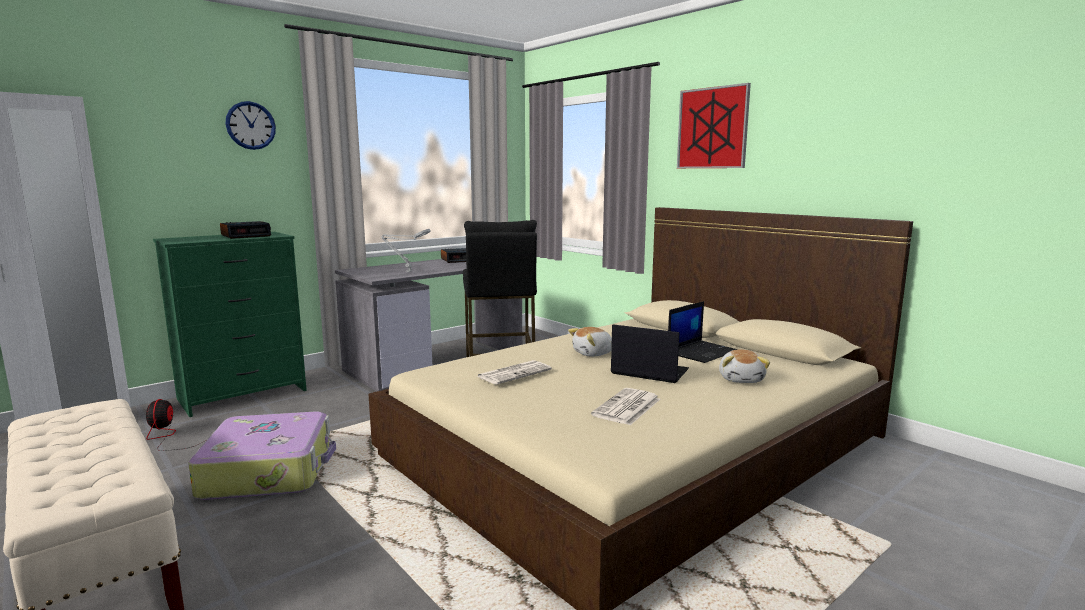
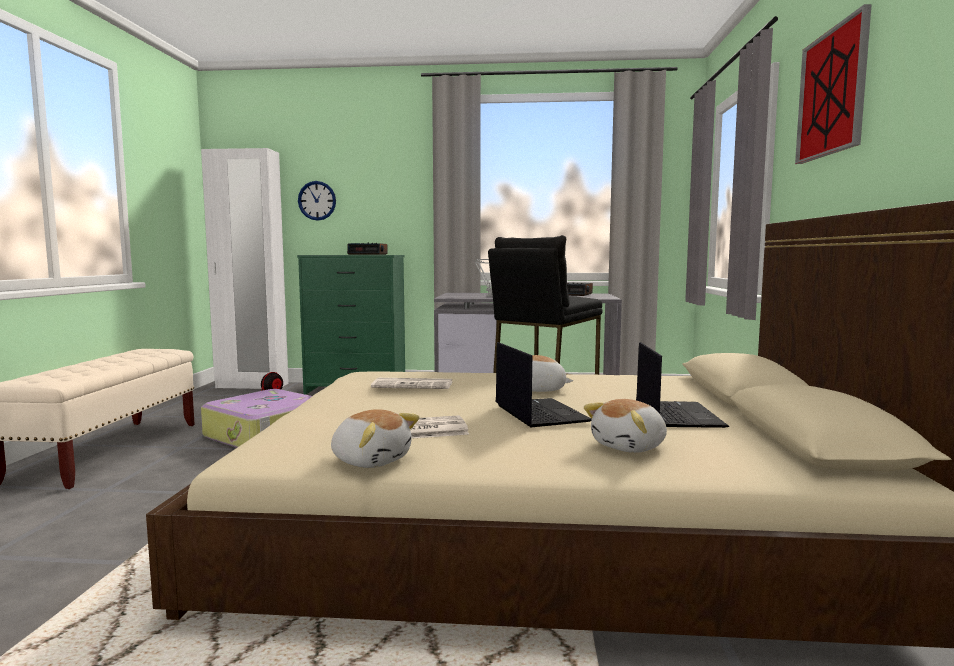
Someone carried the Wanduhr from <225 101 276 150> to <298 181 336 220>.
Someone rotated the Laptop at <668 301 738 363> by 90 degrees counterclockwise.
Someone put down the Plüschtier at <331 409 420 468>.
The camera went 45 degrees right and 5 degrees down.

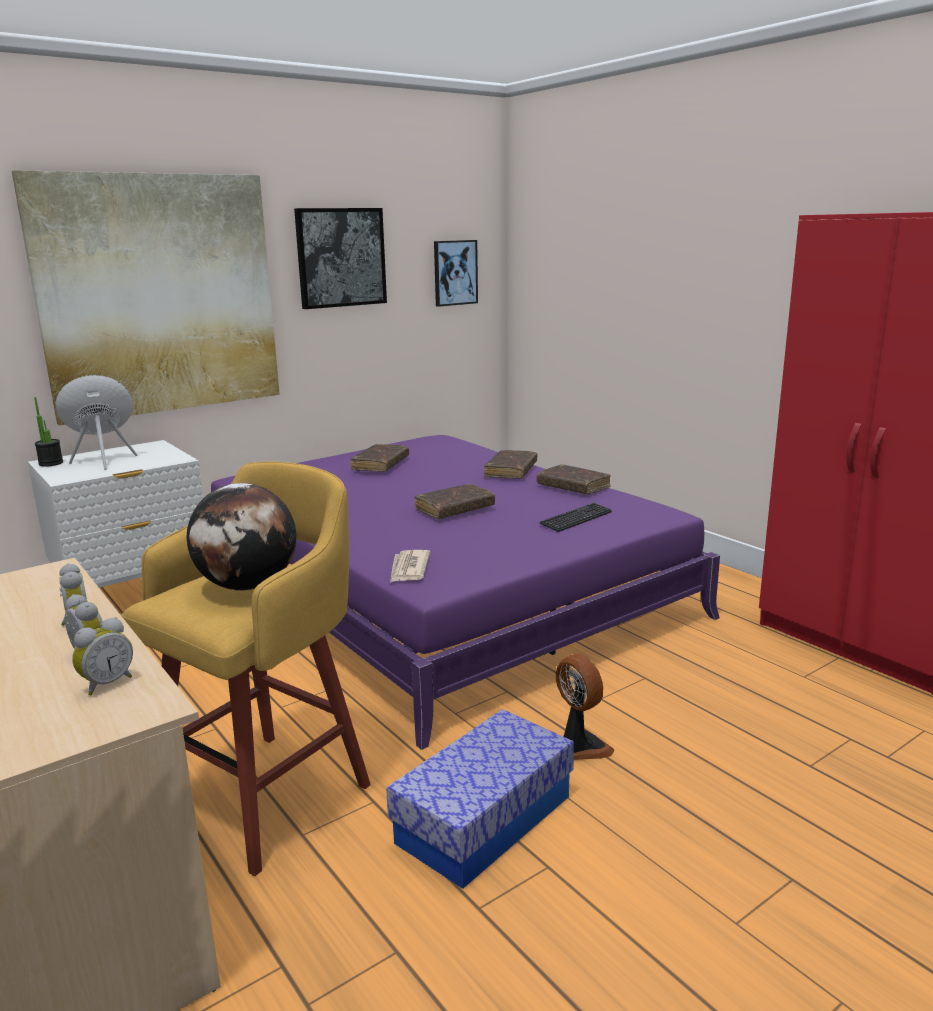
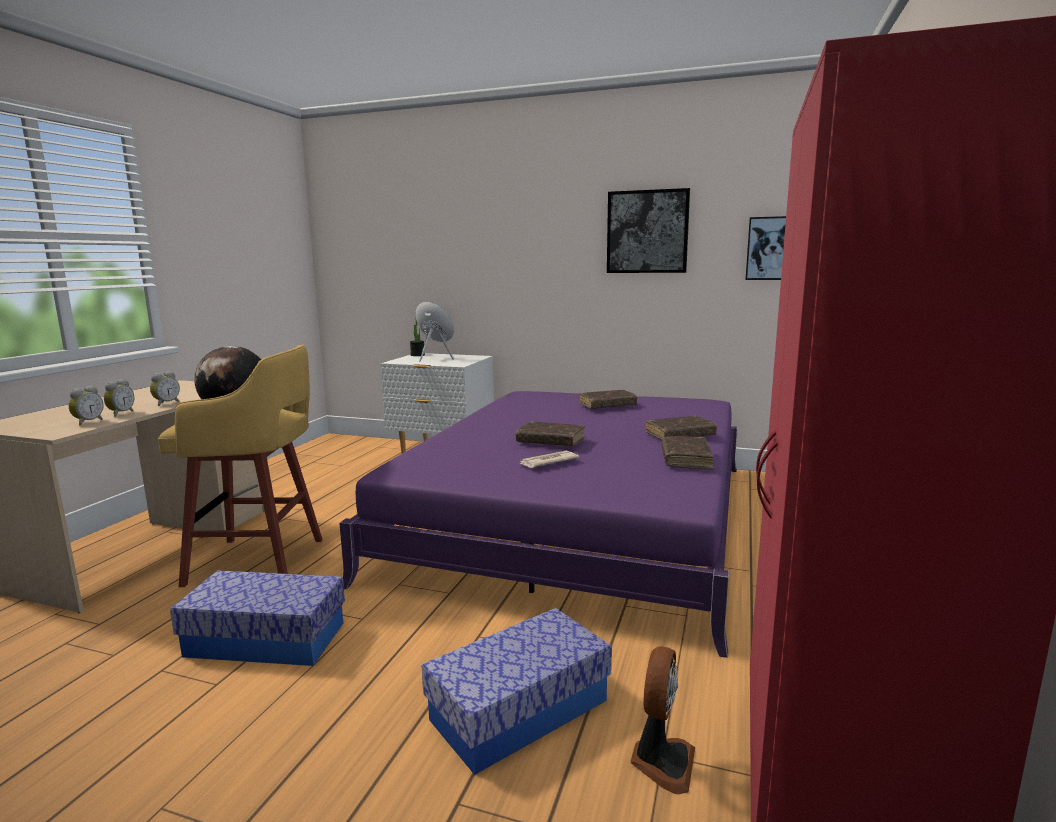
Someone took away the Bild at <12 170 280 425>.
Someone took away the Tastatur at <539 502 612 532>.
Someone carried the Zeitung from <390 550 430 583> to <519 451 579 468>.
Someone rotated the Wecker at <72 617 133 695> by 75 degrees counterclockwise.
Someone carried the Ventilator from <556 654 614 760> to <630 646 695 794>.
Someone put down the Aufbewahrungsbox at <422 608 612 775>.
The camera went 55 degrees right and 5 degrees down.

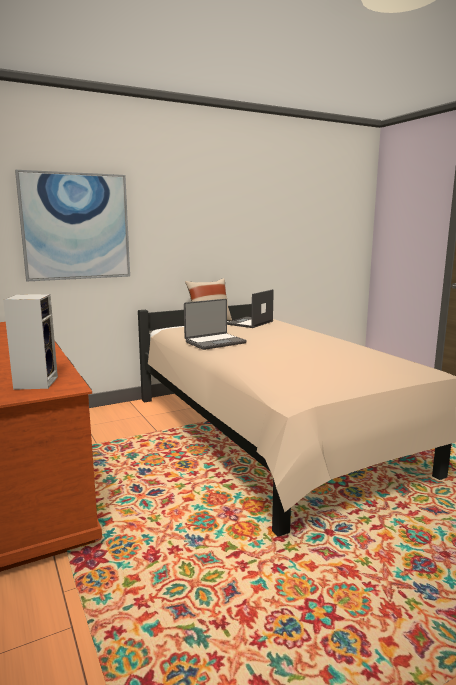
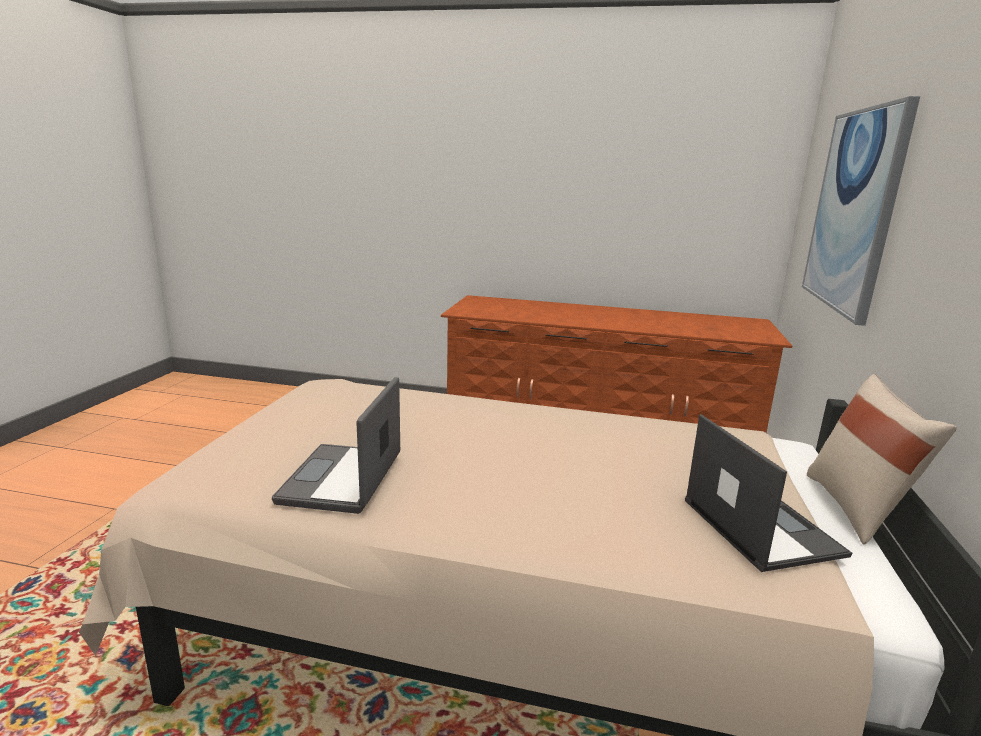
Someone took away the Lautsprecher at <3 294 58 390>.
Someone carried the Laptop from <184 299 247 350> to <272 377 400 514>.
The camera went 130 degrees right and 5 degrees up.

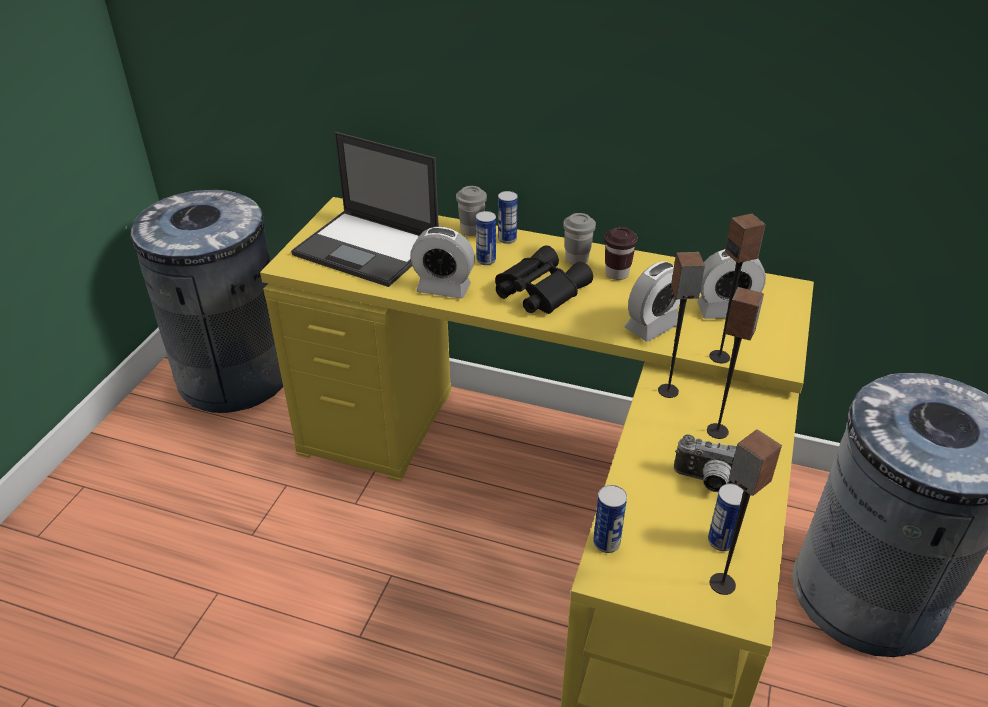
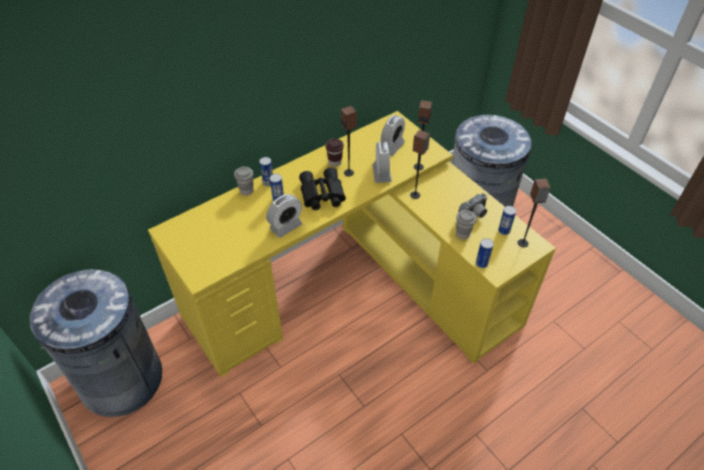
Someone took away the Laptop at <291 132 439 287>.
Someone carried the Tasse (grau) from <563 213 596 265> to <456 210 477 239>.
Someone carried the Lautsprecher from <707 287 764 439> to <341 106 357 177>.
The camera went 55 degrees left and 10 degrees up.

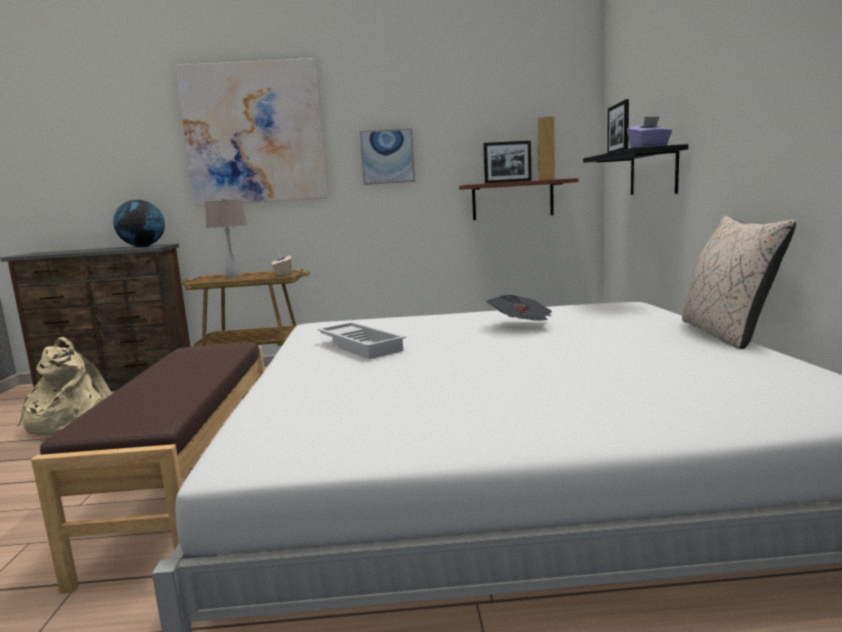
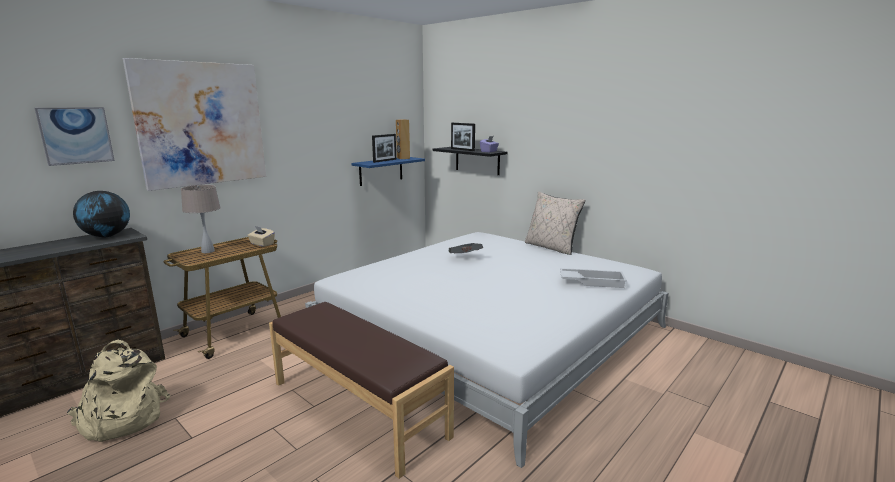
Someone carried the Bild from <360 128 415 185> to <34 107 115 166>.
Someone repainted the Wandregal (braun) at <459 178 579 220>, which became the Wandregal (blau) at <351 157 425 186>.
Someone carried the Tablett (weiß) from <317 322 406 359> to <560 268 627 288>.
The camera went 45 degrees left and 5 degrees up.

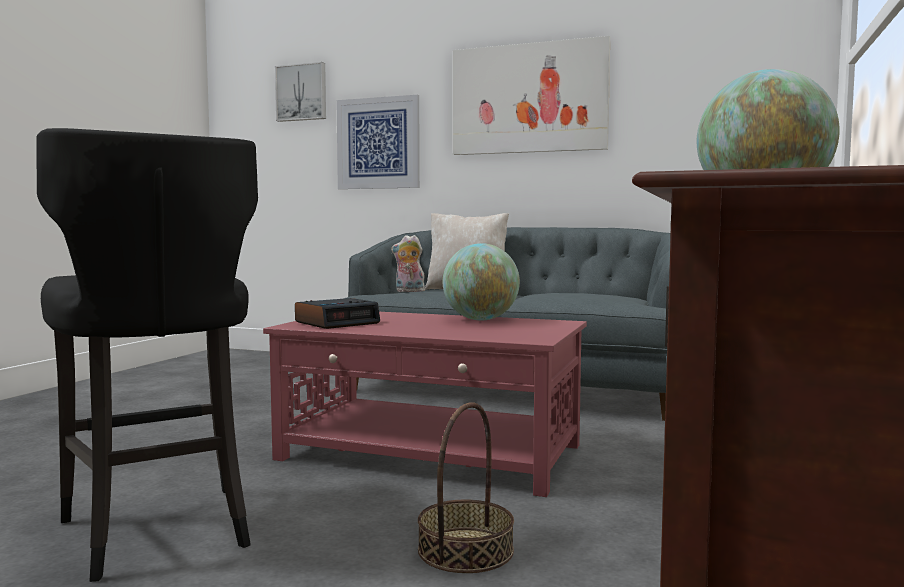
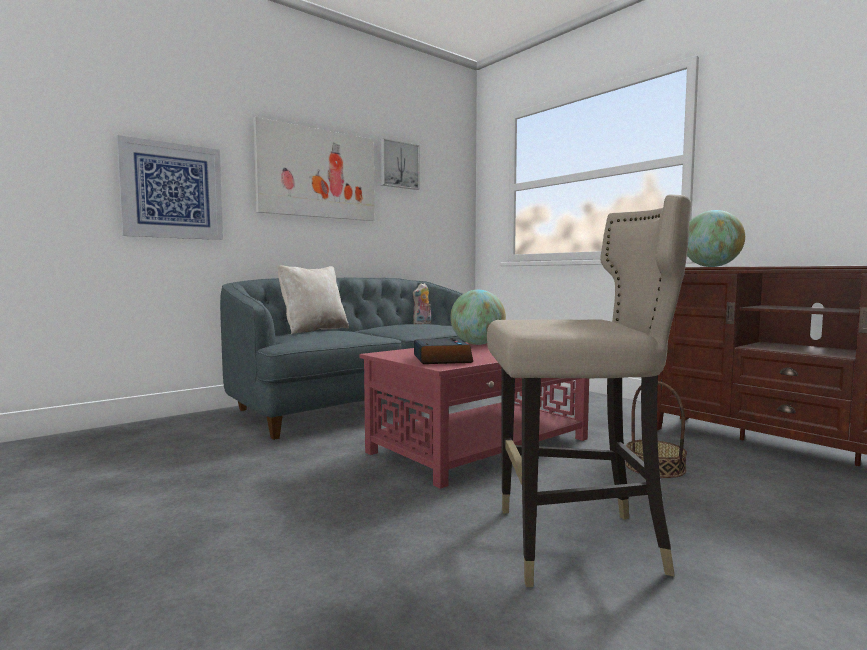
Someone carried the Bild from <275 62 326 122> to <380 138 420 190>.
Someone repainted the Hocker (schwarz) at <36 128 258 582>, which became the Hocker (beige) at <487 194 692 587>.
Someone carried the Plüschtier from <391 235 428 292> to <413 283 431 324>.
The camera went 60 degrees left and 0 degrees up.

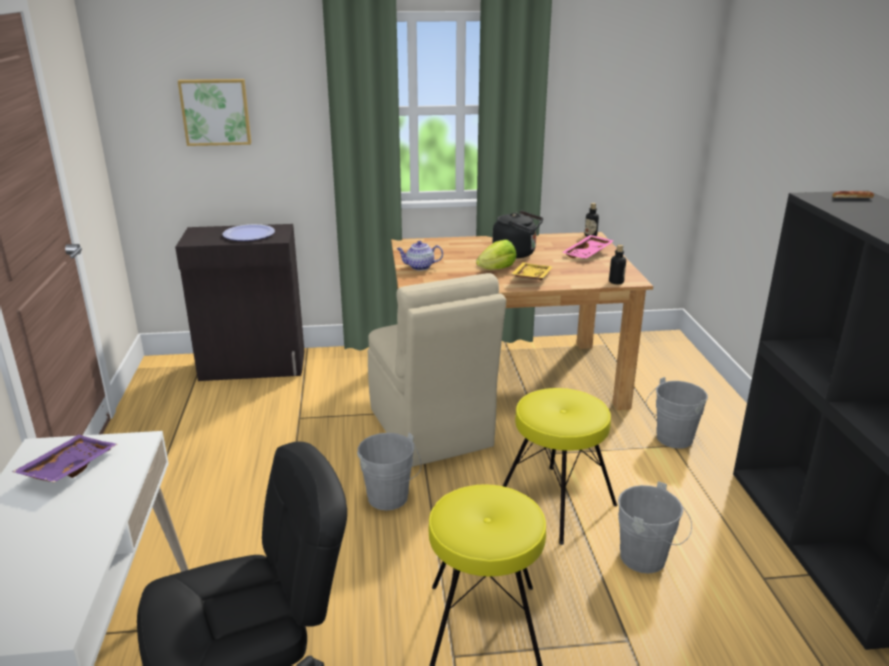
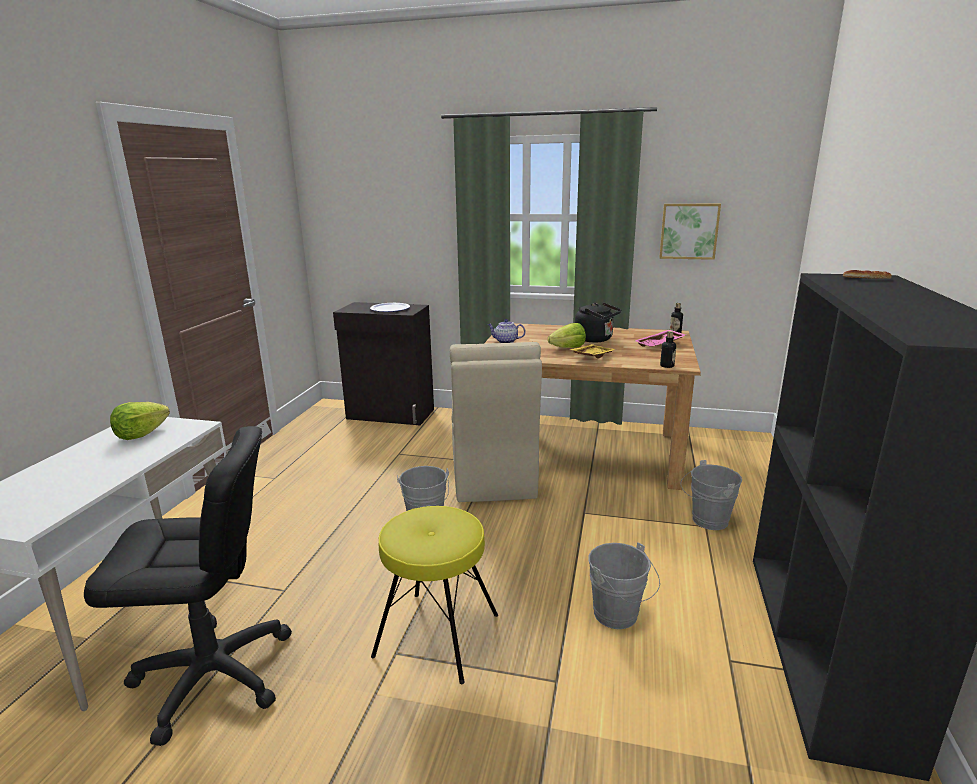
Someone carried the Bild from <178 79 251 146> to <659 204 721 260>.
Someone took away the Hocker (gelb) at <503 388 617 545>.
Someone swapped the Tablett (lila) at <12 435 118 482> for the Salatkopf at <110 402 170 440>.
The camera went 20 degrees right and 5 degrees down.

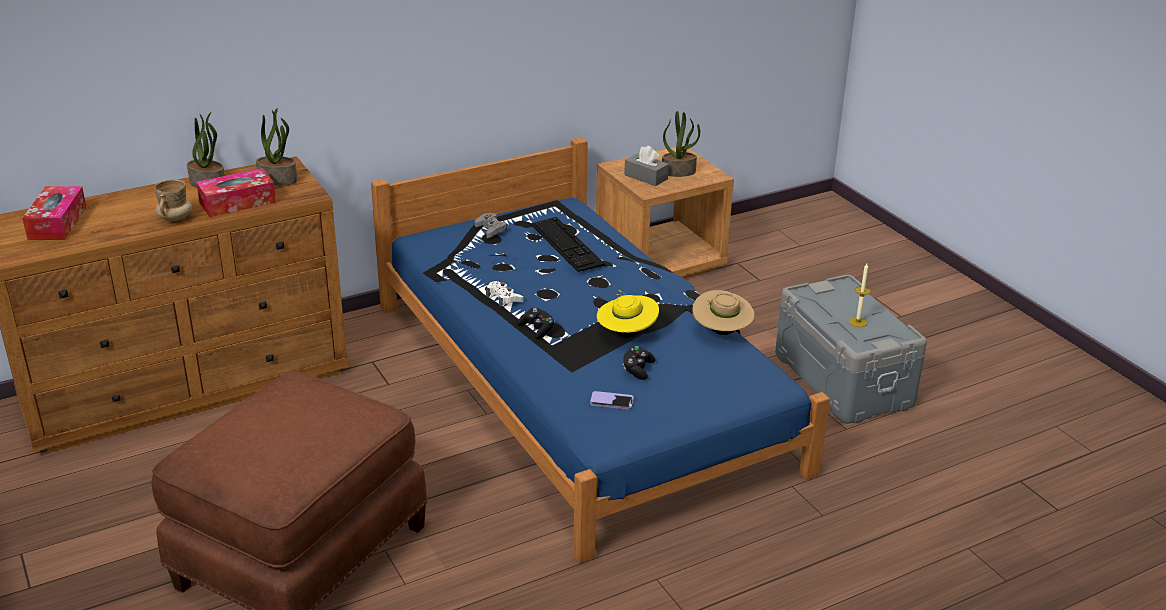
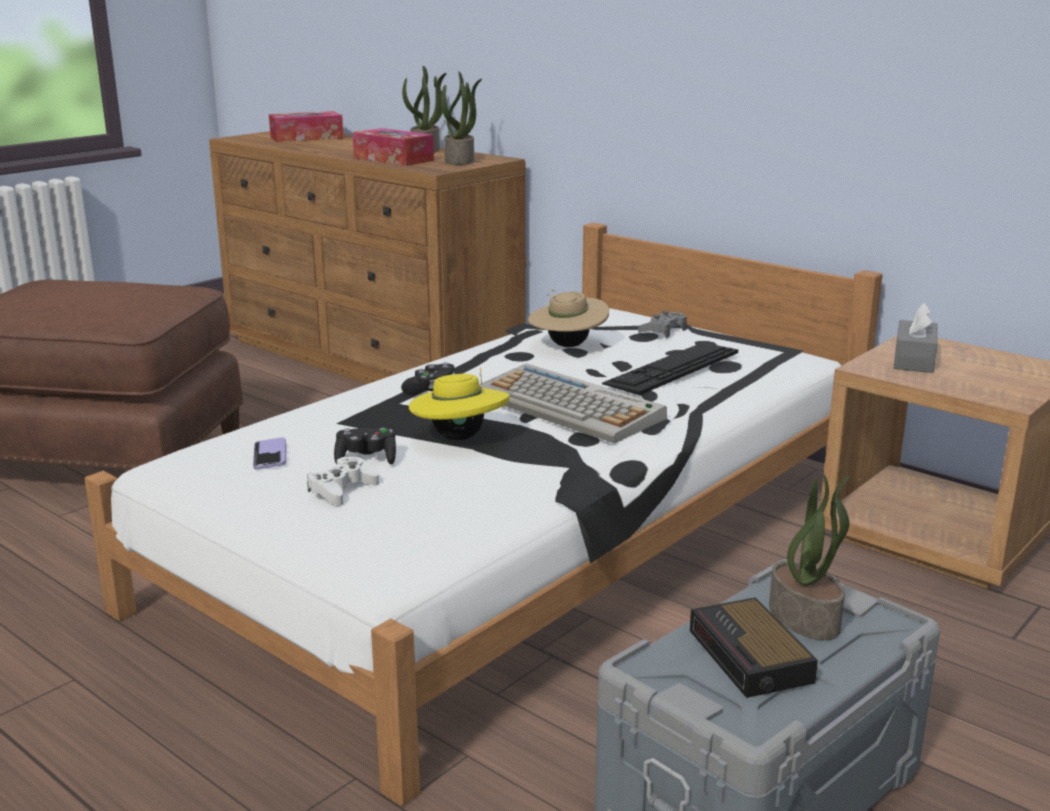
Someone carried the Topfpflanze from <662 111 700 177> to <769 474 851 640>.
Someone repainted the Bett (blau) at <371 137 830 563>, which became the Bett (weiß) at <85 223 883 806>.
Someone took away the Henkelbecher (beige) at <154 179 192 223>.
Someone swapped the Kerze at <849 263 871 327> for the Wecker at <690 597 818 698>.
Someone carried the Gamepad (weiß) from <486 281 523 307> to <307 457 379 506>.
Someone carried the Hut (beige) from <692 290 755 335> to <528 289 609 347>.
Someone put down the Tastatur at <479 364 667 443>.
The camera went 70 degrees right and 10 degrees down.

